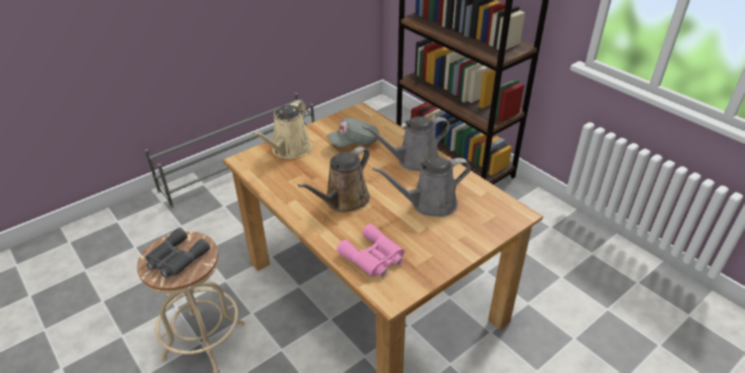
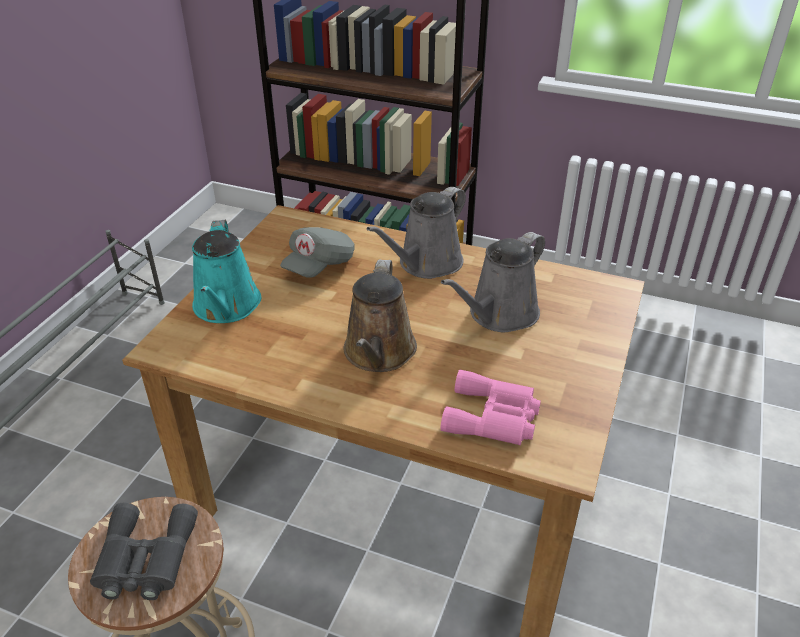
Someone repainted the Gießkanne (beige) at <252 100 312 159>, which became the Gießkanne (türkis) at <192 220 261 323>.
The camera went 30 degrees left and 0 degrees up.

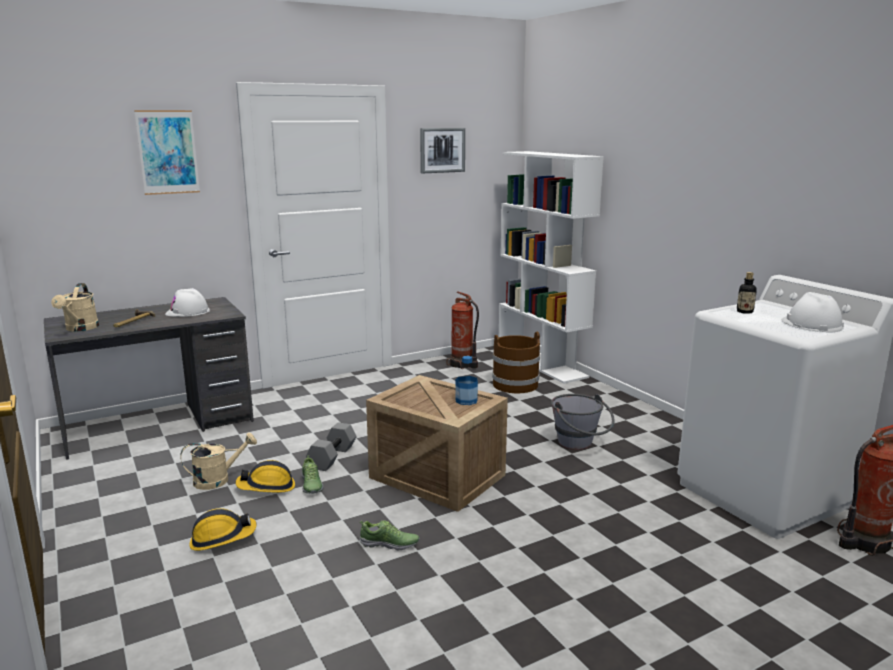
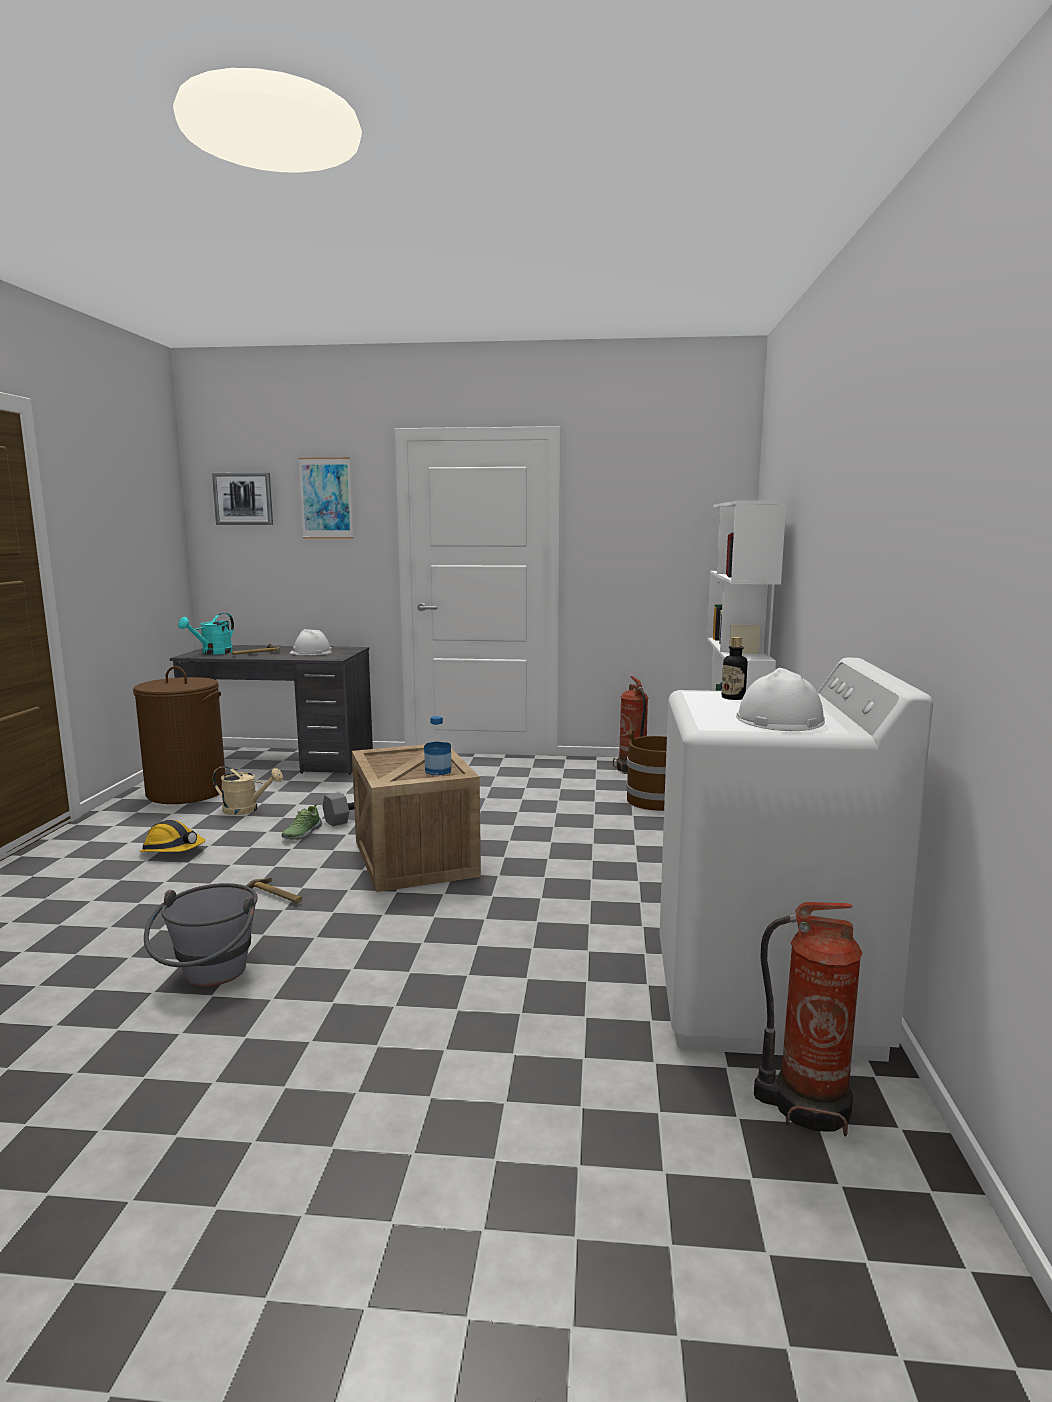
Someone carried the Bild from <420 128 465 173> to <212 473 273 525>.
Someone repainted the Gießkanne (beige) at <51 283 99 331>, which became the Gießkanne (türkis) at <178 613 234 655>.
Someone carried the Eimer (grau) from <551 394 615 450> to <144 883 258 987>.
Someone took away the Schutzhelm at <236 460 295 493>.
Someone swapped the Schuh at <359 520 419 550> for the Hammer at <246 877 302 903>.
Someone put down the Wäschekorb (braun) at <133 666 225 804>.
The camera went 35 degrees right and 5 degrees down.

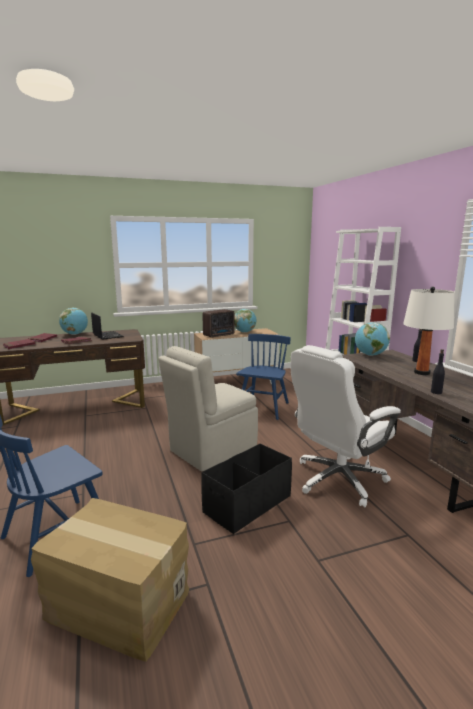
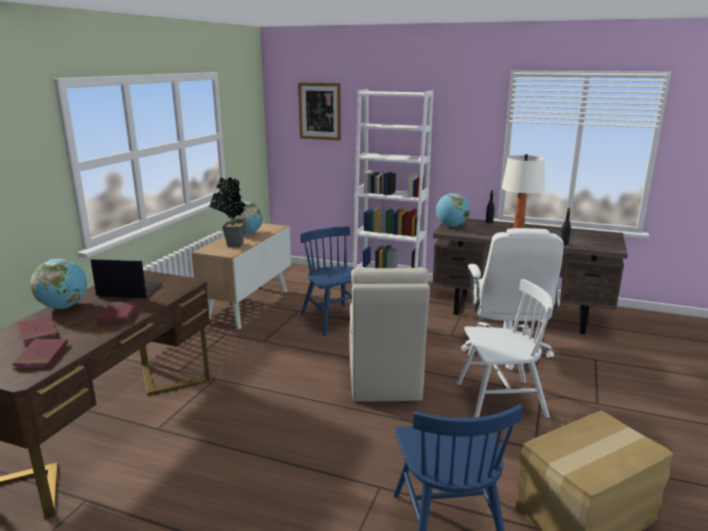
Someone swapped the Radio at <203 309 235 337> for the Topfpflanze at <209 177 246 247>.
Someone swapped the Aufbewahrungsbox (schwarz) at <201 444 292 534> for the Stuhl (weiß) at <457 279 553 418>.
Someone put up the Bild at <298 82 341 140>.
The camera went 50 degrees left and 5 degrees up.

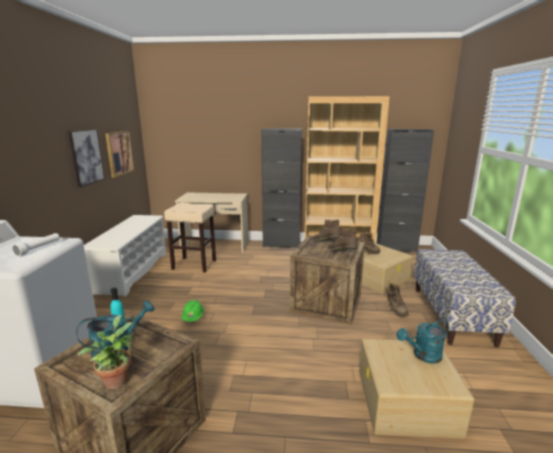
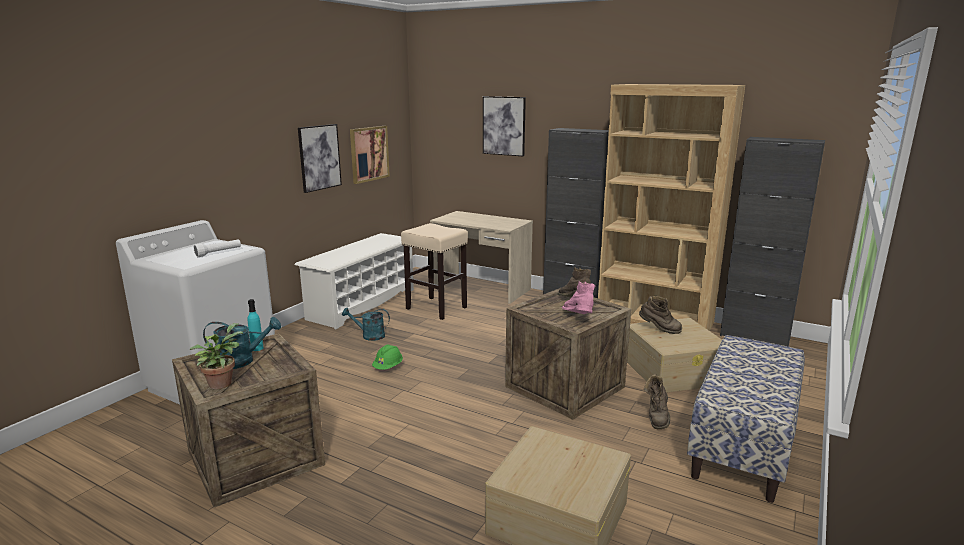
Someone repainted the Stiefel (braun) at <327 228 358 251>, which became the Stiefel (rosa) at <562 281 596 314>.
Someone carried the Gießkanne (türkis) from <397 320 449 363> to <342 308 390 341>.
Someone put up the Bild at <483 96 526 156>.
The camera went 25 degrees right and 0 degrees up.

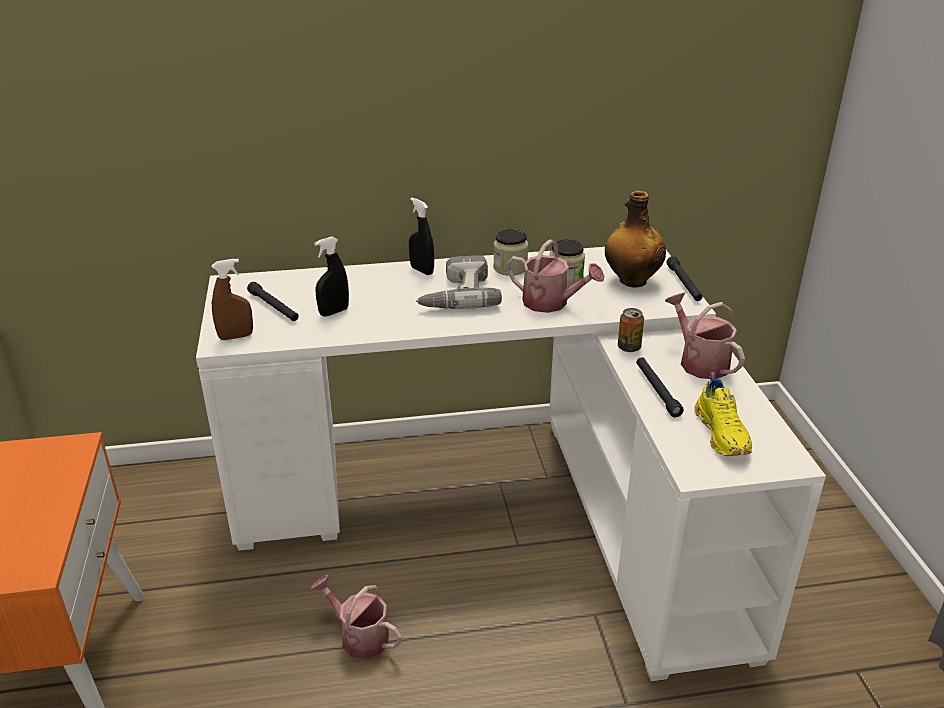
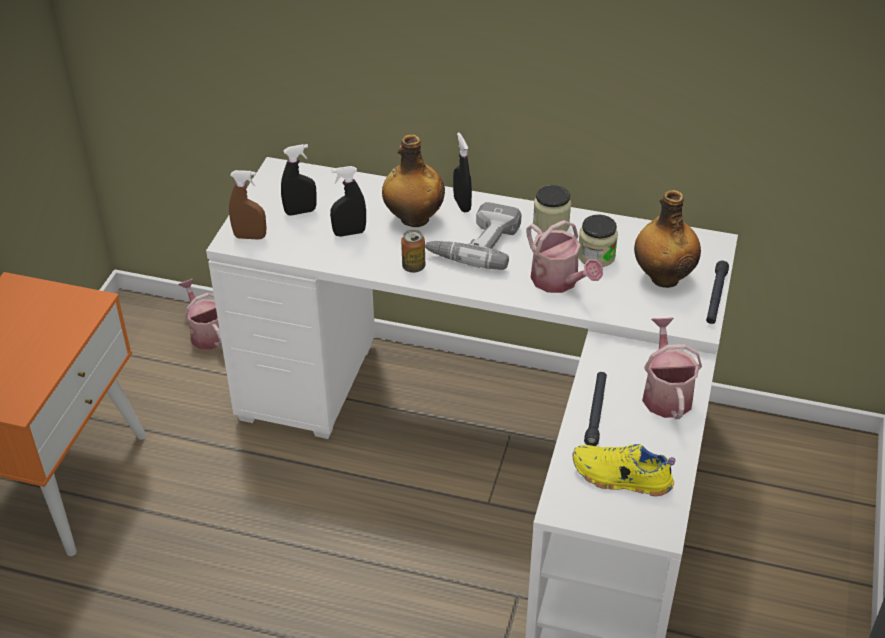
Someone swapped the Taschenlampe (schwarz) at <247 282 299 321> for the Sprühflasche (schwarz) at <281 144 317 216>.
Someone carried the Dose from <618 308 644 352> to <401 230 425 273>.
Someone rotated the Schuh (gelb) at <694 372 752 456> by 90 degrees clockwise.
Someone carried the Gießkanne from <311 575 402 659> to <178 279 222 350>.
Someone put down the Flasche at <382 135 445 227>.
The camera went 25 degrees right and 10 degrees up.

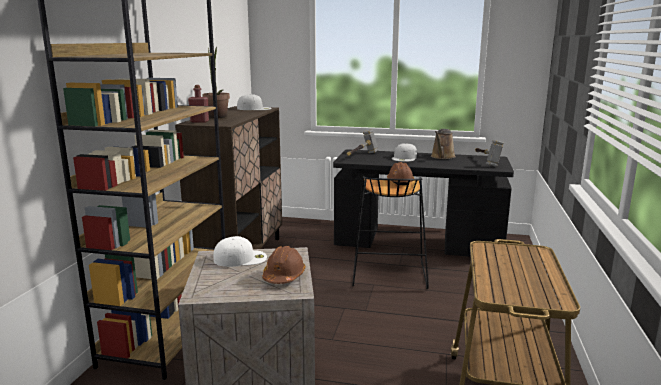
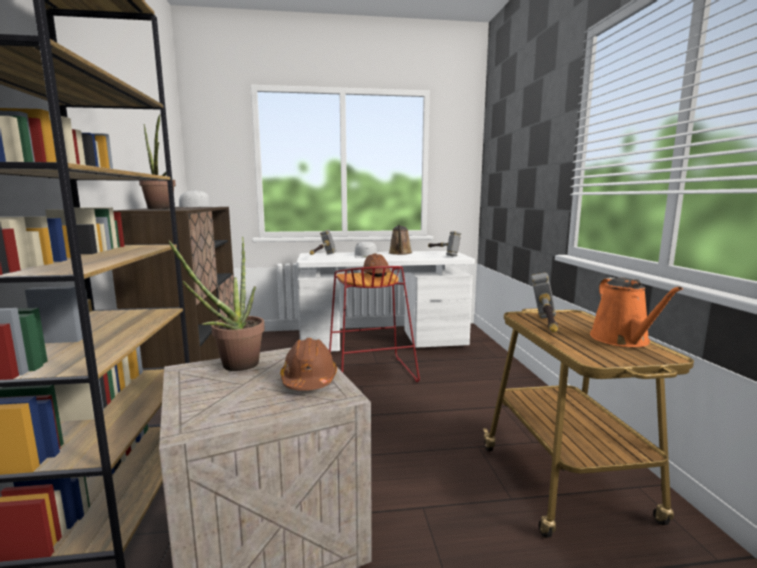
Someone took away the Flasche (rot) at <188 85 209 123>.
Someone repainted the Schreibtisch (schwarz) at <333 149 514 258>, which became the Schreibtisch (weiß) at <297 251 475 352>.
Someone repainted the Hocker (schwarz) at <352 176 429 289>, which became the Hocker (rot) at <329 266 420 382>.
Someone swapped the Kappe (weiß) at <213 236 267 267> for the Topfpflanze at <169 237 265 371>.
Someone put down the Hammer at <531 272 559 332>.
Someone put down the Gießkanne (orange) at <590 277 683 347>.
The camera went 20 degrees left and 5 degrees down.

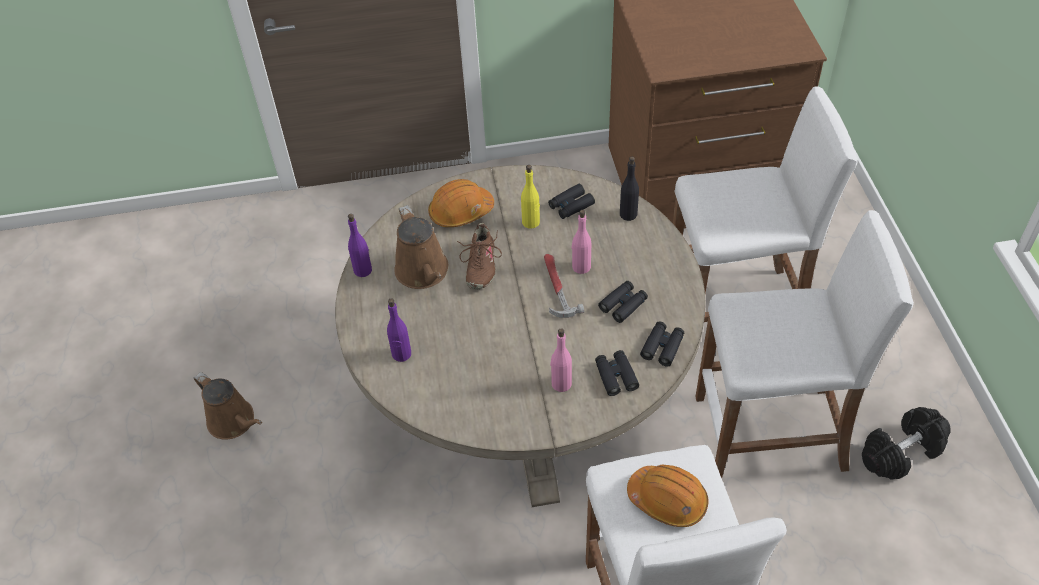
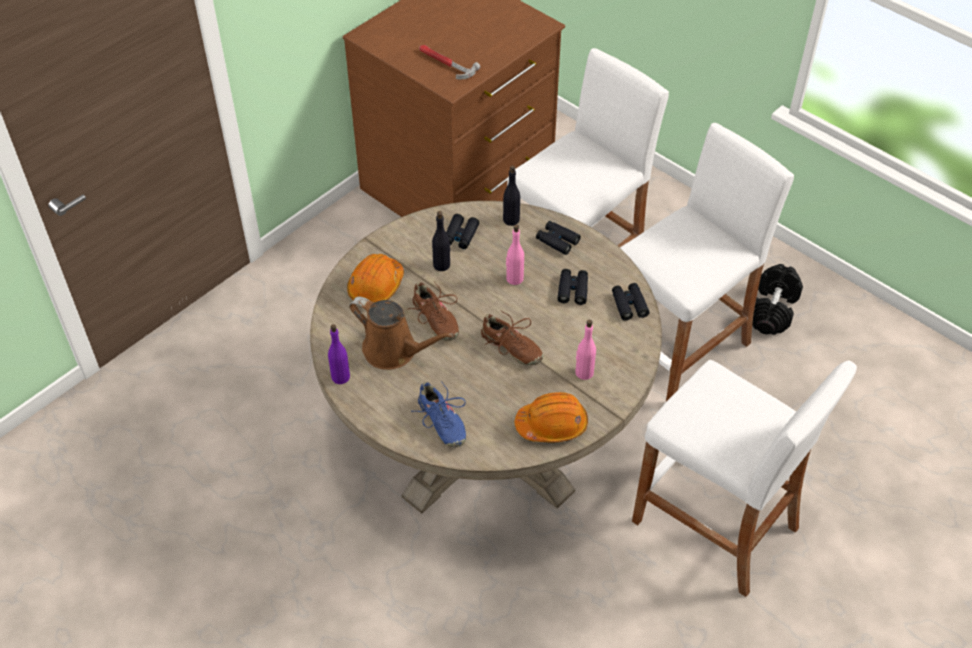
Someone repainted the Flasche (gelb) at <521 165 540 229>, which became the Flasche (schwarz) at <432 211 451 271>.
Someone carried the Hammer from <544 254 584 318> to <419 45 481 79>.
Someone swapped the Flasche (lila) at <387 298 411 362> for the Schuh (blau) at <411 381 466 448>.
Someone carried the Fernglas (schwarz) from <595 350 639 396> to <536 221 581 255>.
Someone took away the Gießkanne (braun) at <194 372 262 440>.
Someone carried the Schutzhelm (orange) from <627 465 708 527> to <515 392 588 443>.
Someone put down the Schuh (braun) at <481 310 543 365>.
The camera went 40 degrees left and 0 degrees up.

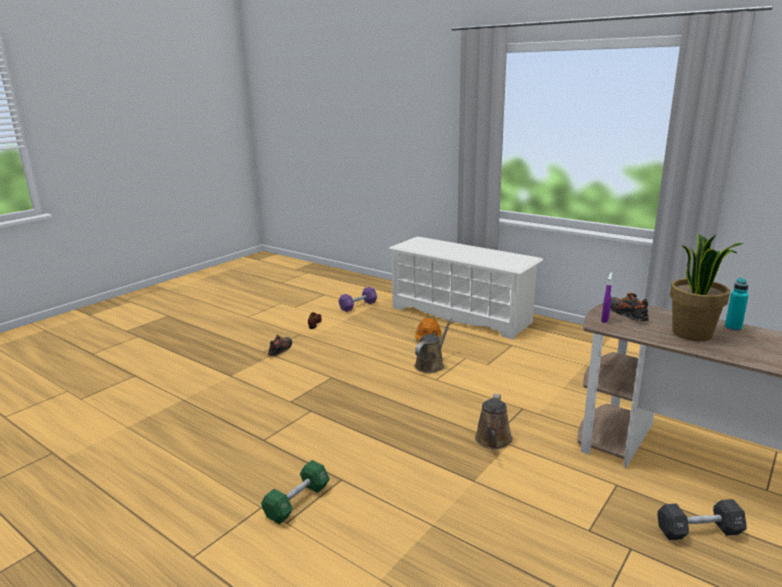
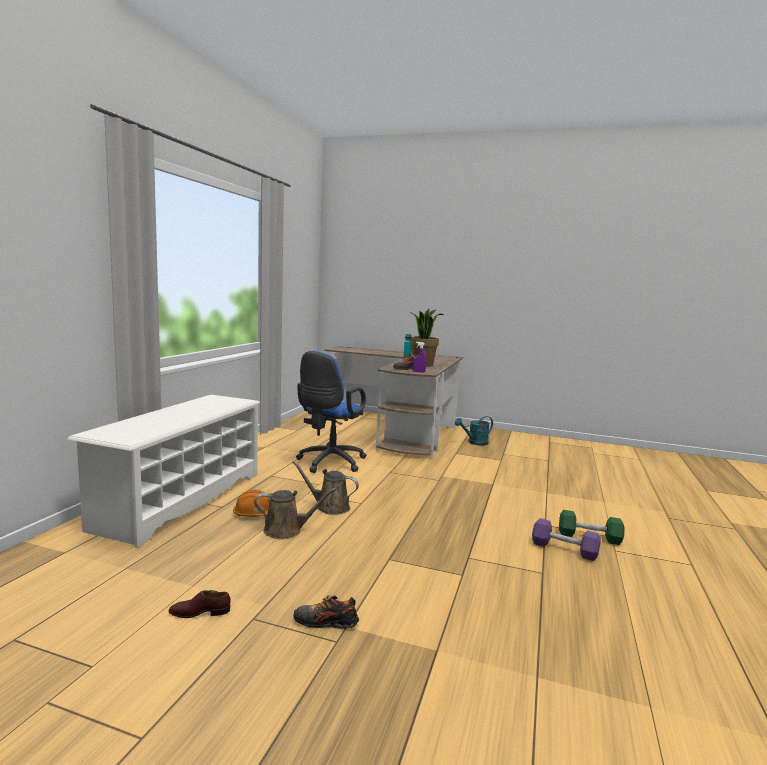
Someone carried the Hantel (lila) from <338 287 377 312> to <532 518 601 561>.
Someone carried the Gießkanne (braun) from <475 394 512 449> to <254 488 336 539>.
Someone swapped the Hantel (schwarz) at <657 499 747 540> for the Gießkanne (türkis) at <455 416 493 446>.
Someone put down the Bürostuhl (blau) at <296 351 367 473>.
The camera went 110 degrees left and 10 degrees down.

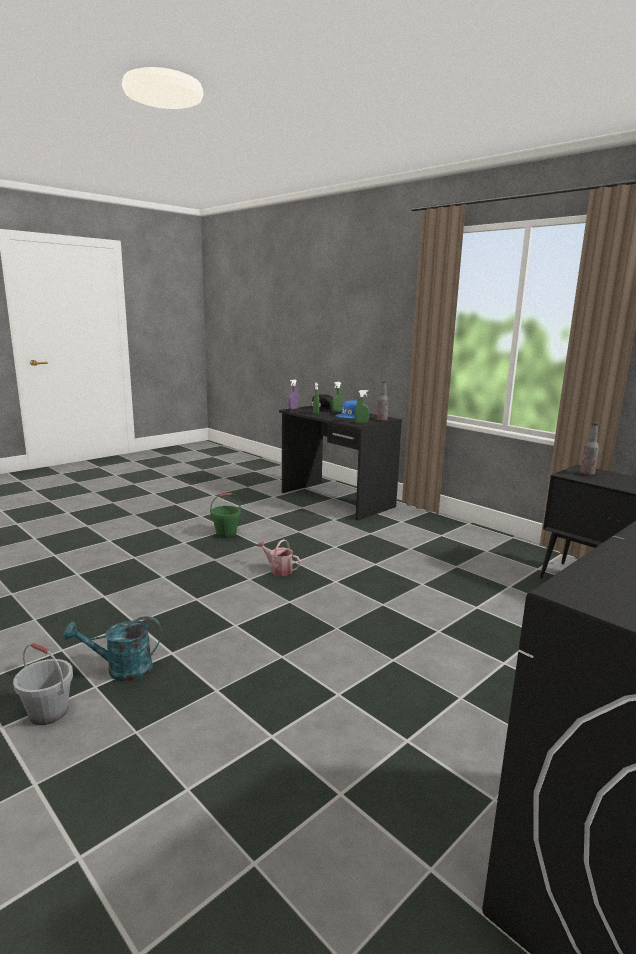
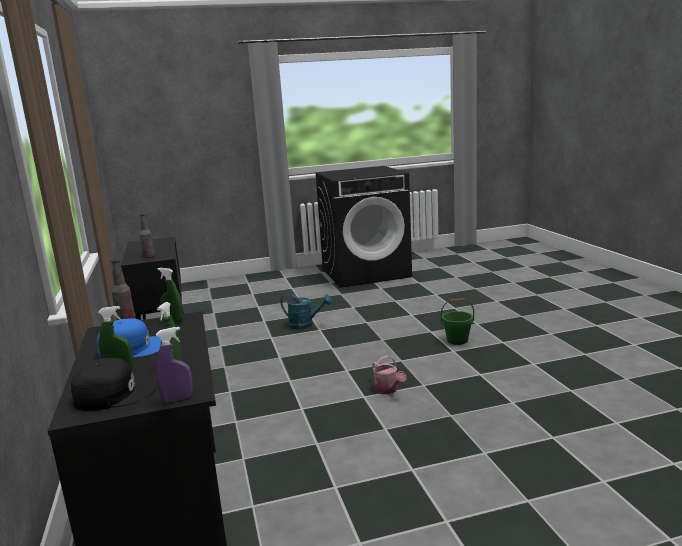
Someone carried the Eimer (grün) from <210 493 241 538> to <441 298 474 345>.
Someone carried the Gießkanne (türkis) from <63 616 162 682> to <281 294 332 329>.
Someone took away the Eimer (grau) at <13 643 73 725>.
The camera went 150 degrees left and 0 degrees up.

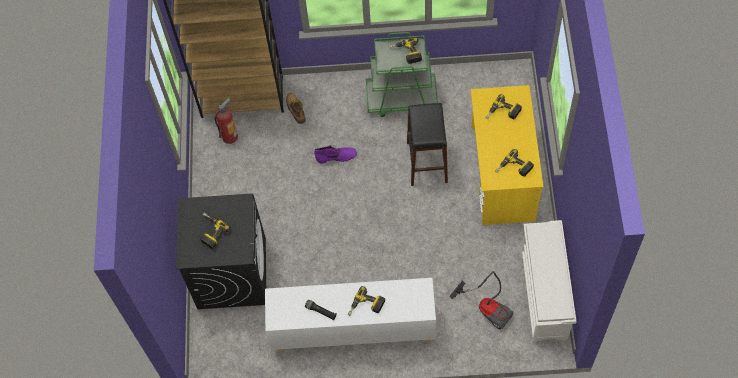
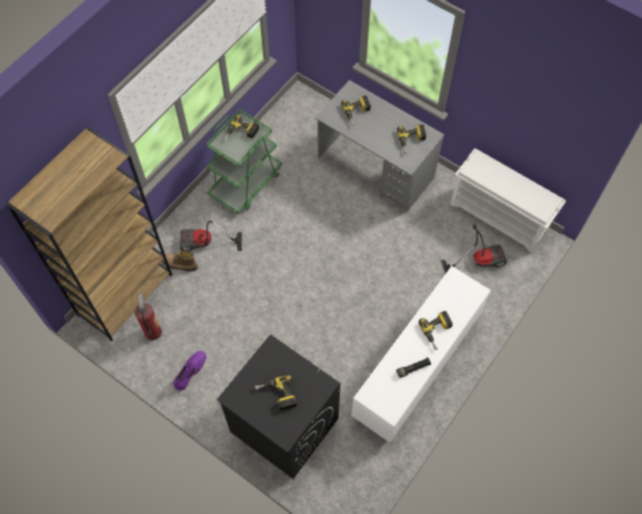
Someone repainted the Schreibtisch (gelb) at <471 85 544 225>, which became the Schreibtisch (grau) at <315 80 445 213>.
Someone took away the Hocker (schwarz) at <407 103 448 186>.
Someone carried the Stiefel (lila) from <314 145 357 163> to <173 351 206 391>.
Someone put down the Staubsauger at <180 221 242 251>.
The camera went 55 degrees left and 0 degrees up.

